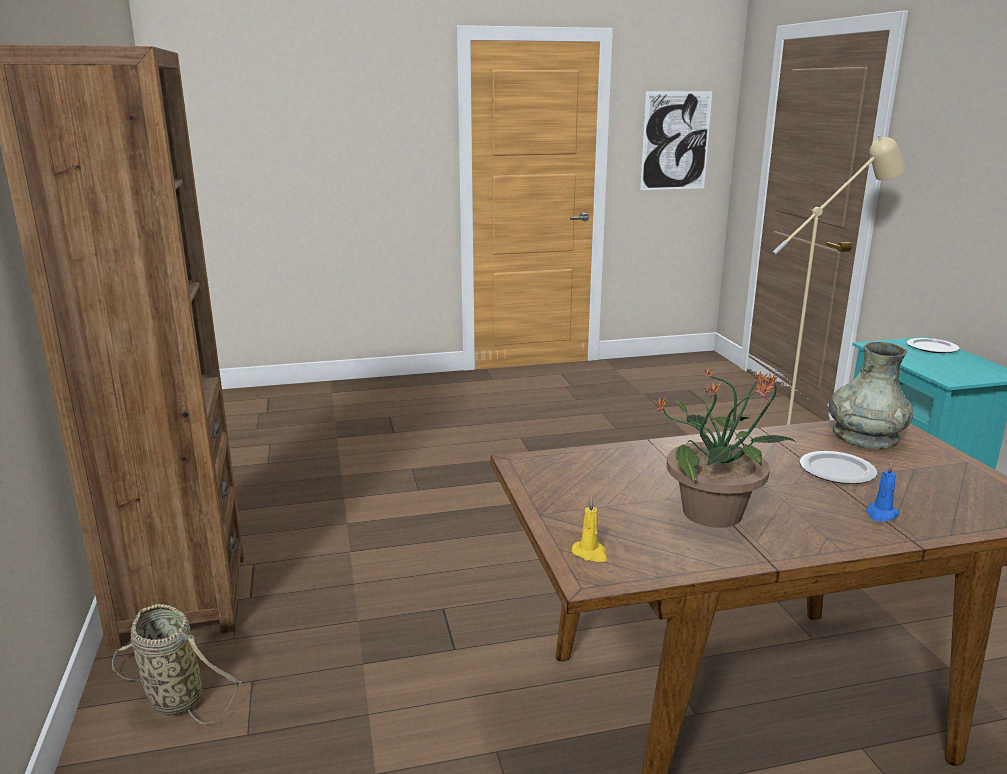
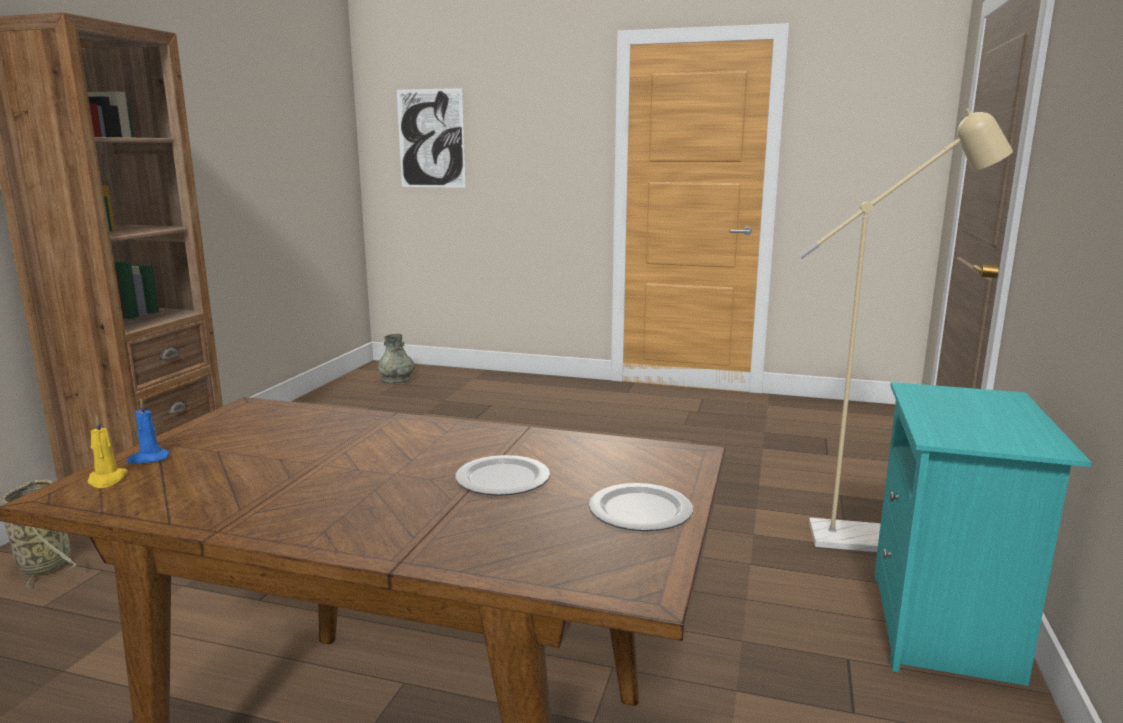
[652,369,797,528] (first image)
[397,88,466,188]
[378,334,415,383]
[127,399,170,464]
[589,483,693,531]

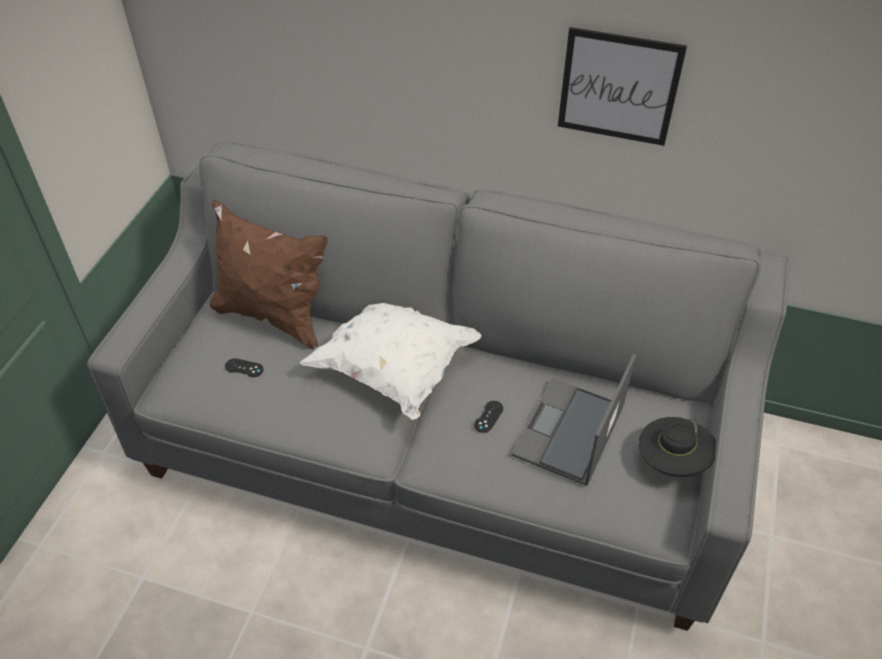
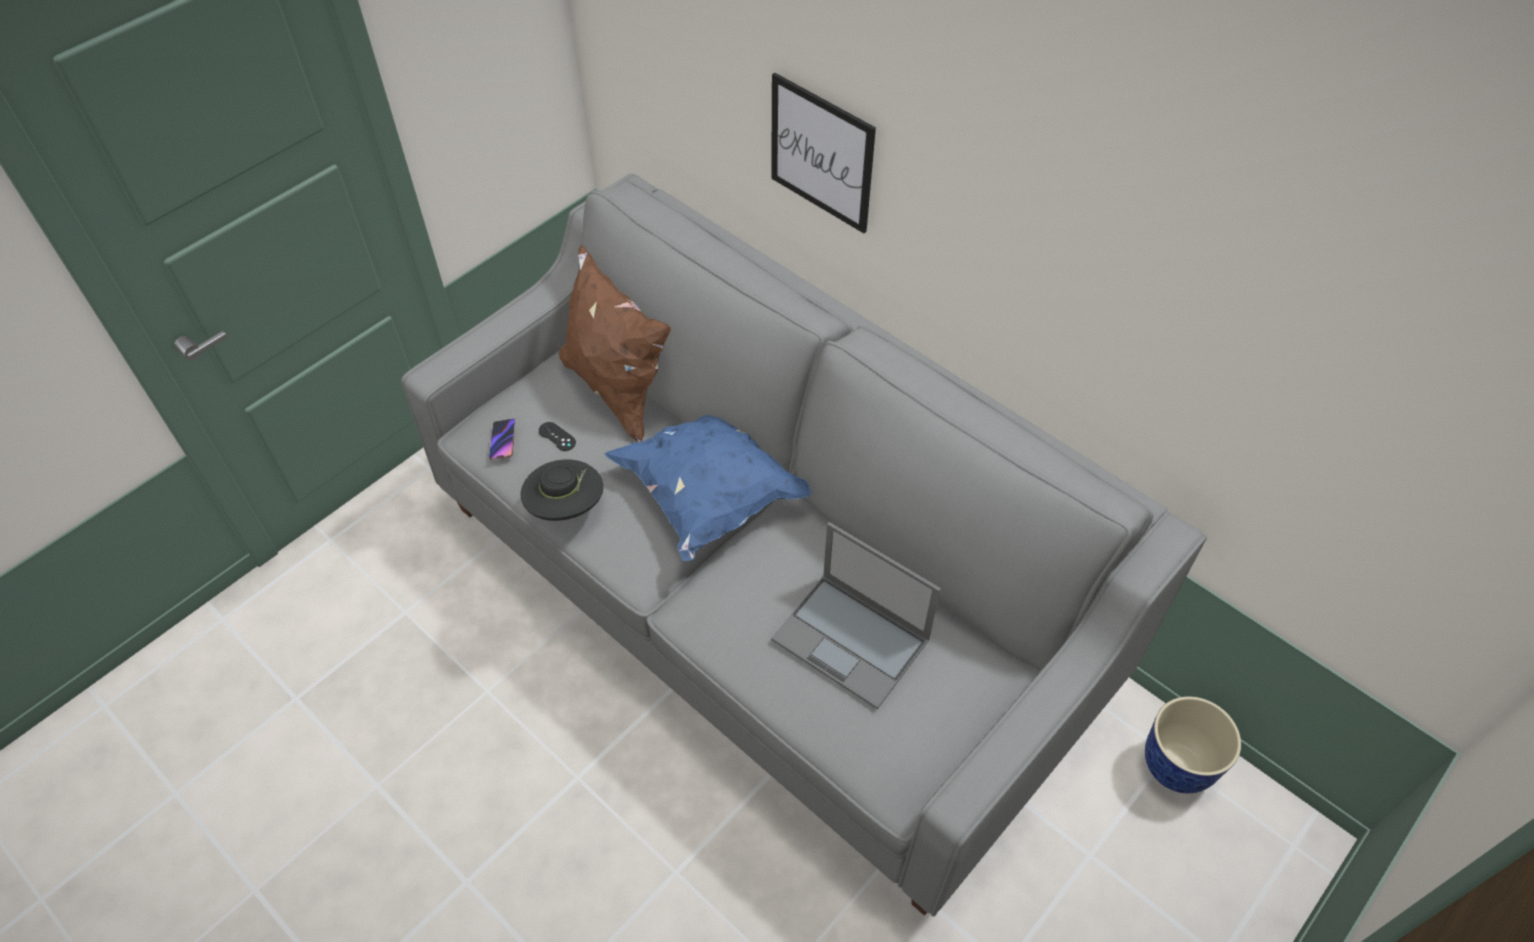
[474,401,503,433] (first image)
[489,418,516,460]
[1145,696,1241,793]
[771,73,876,233]
[521,460,603,521]
[604,415,812,561]
[771,522,941,709]

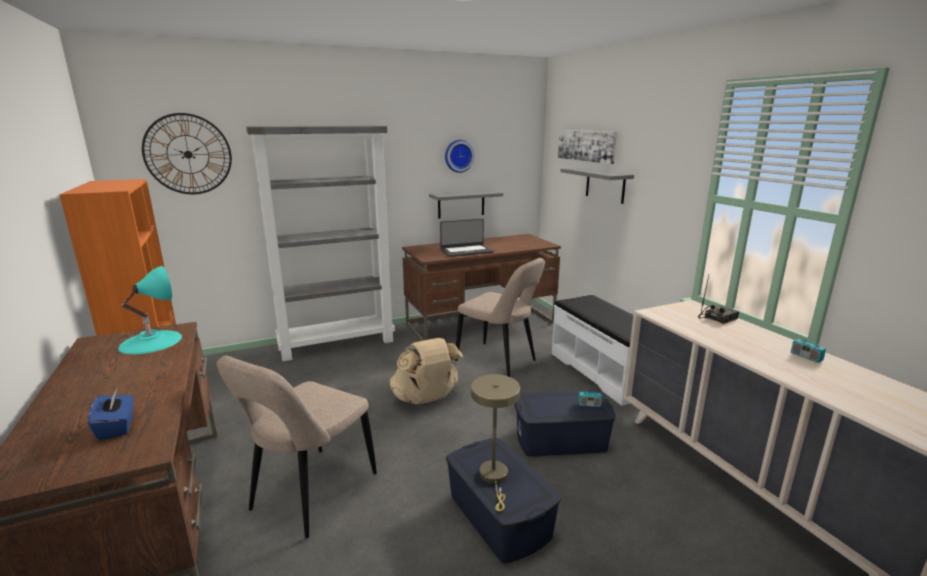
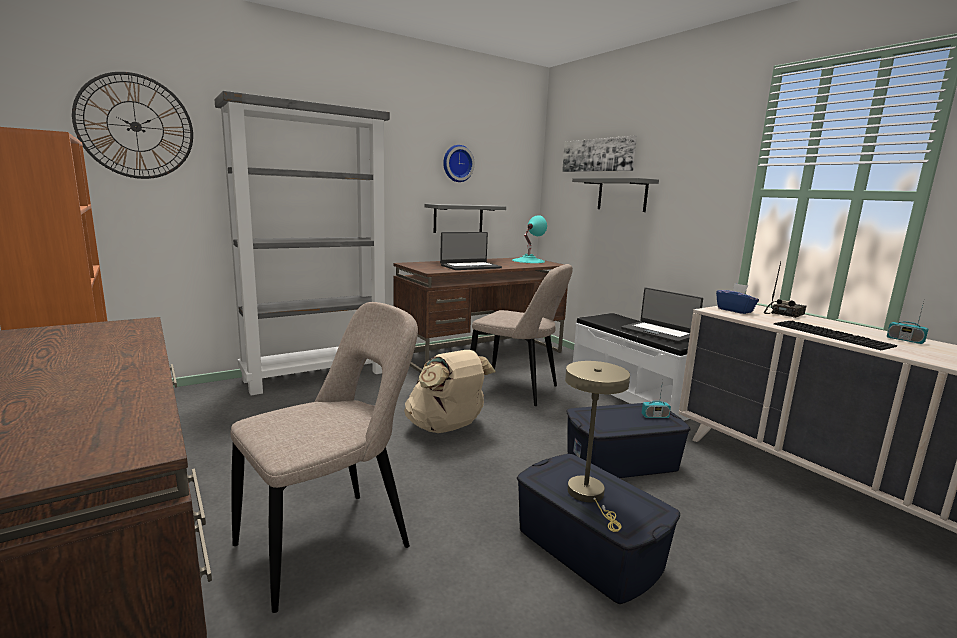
[621,288,703,343]
[774,321,897,350]
[716,283,759,314]
[512,215,547,263]
[230,302,418,613]

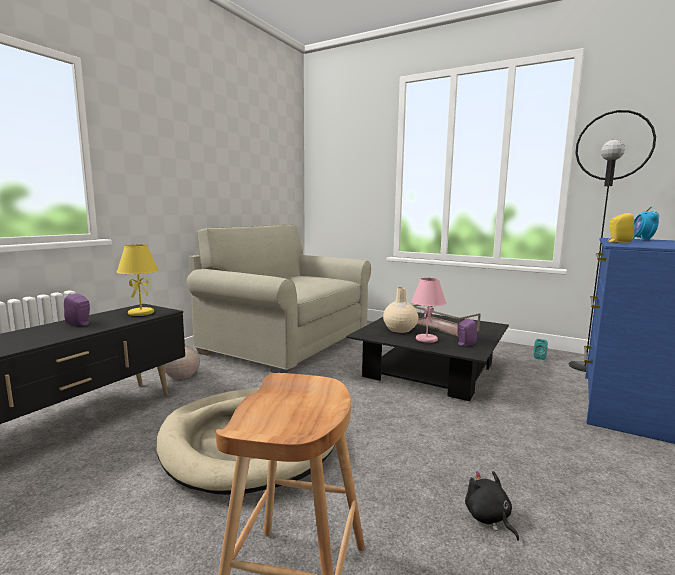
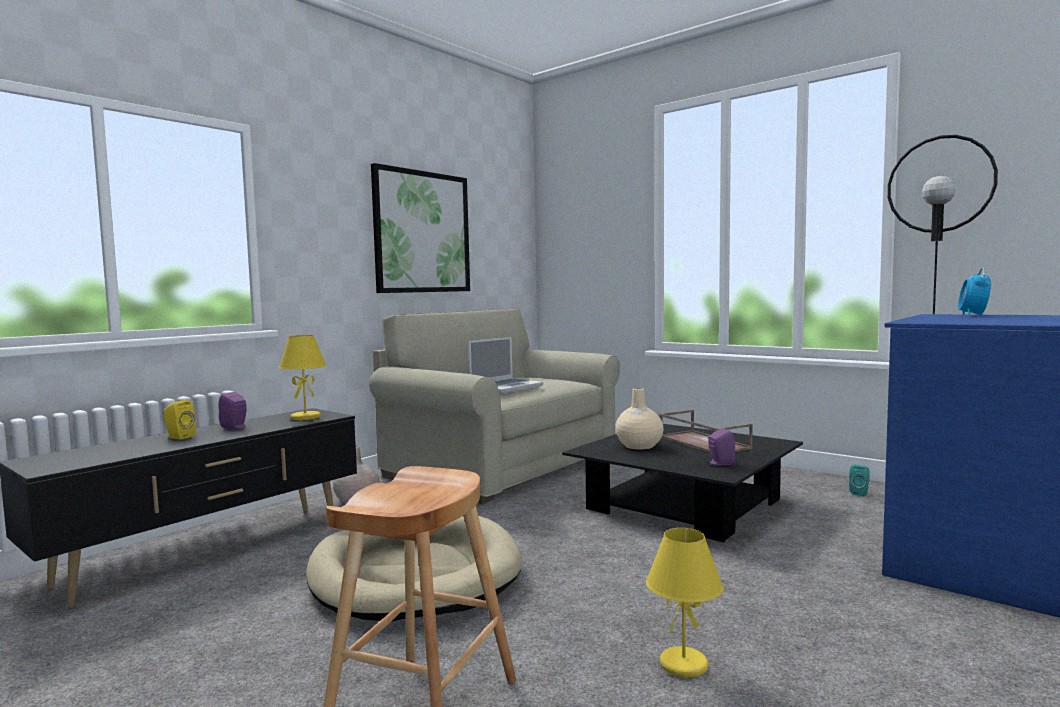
[411,278,446,343] (first image)
[371,163,470,293]
[468,337,543,394]
[164,400,196,440]
[646,528,724,678]

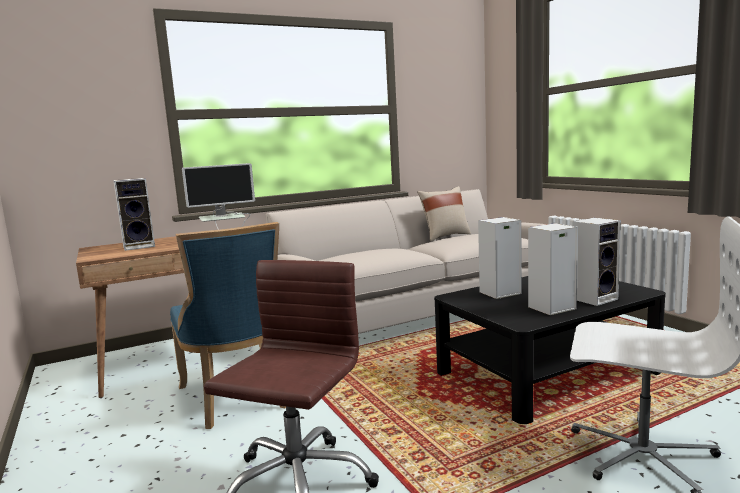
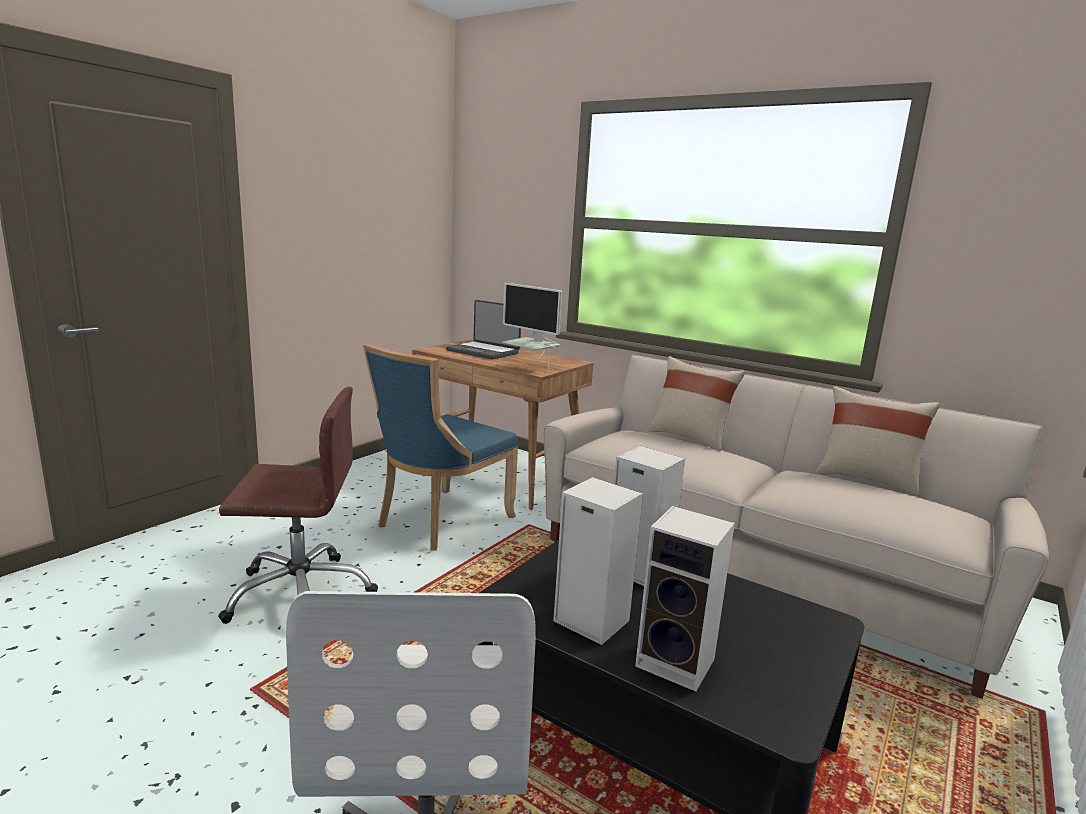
[648,356,745,451]
[446,300,521,359]

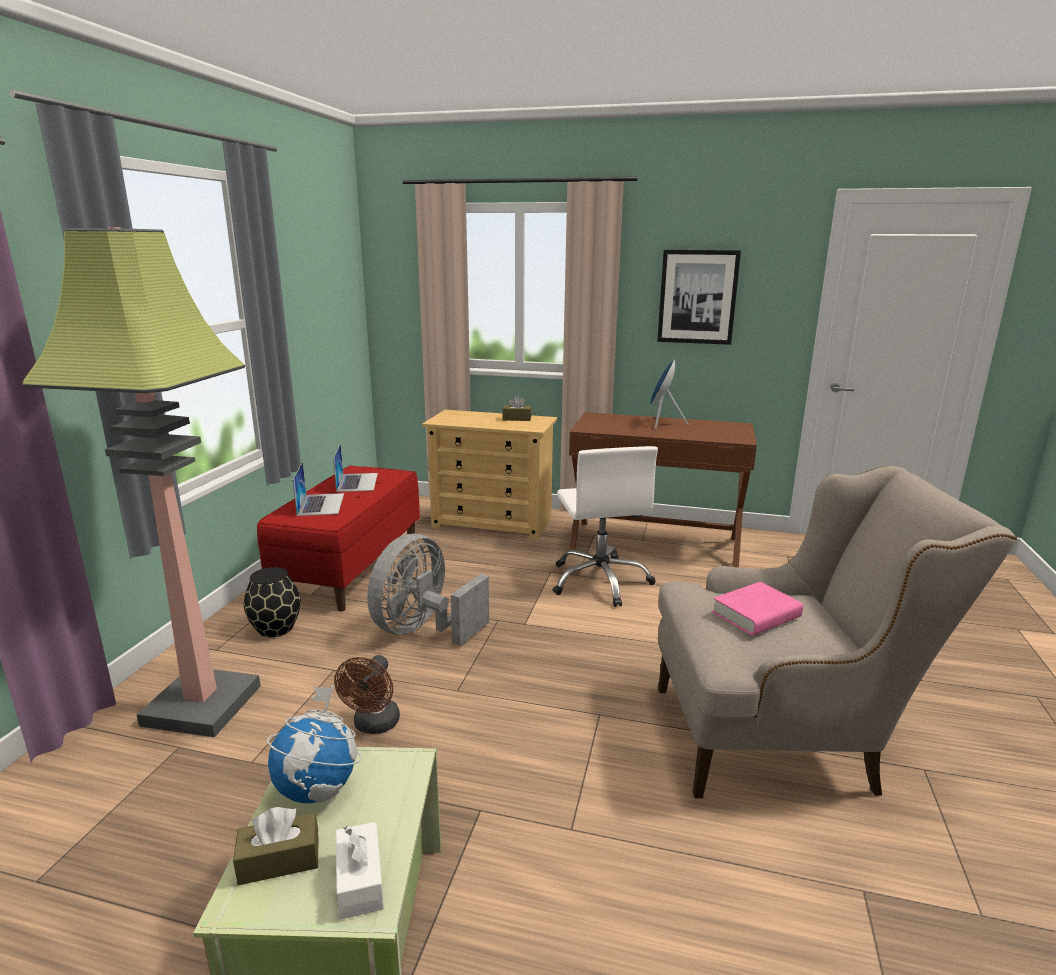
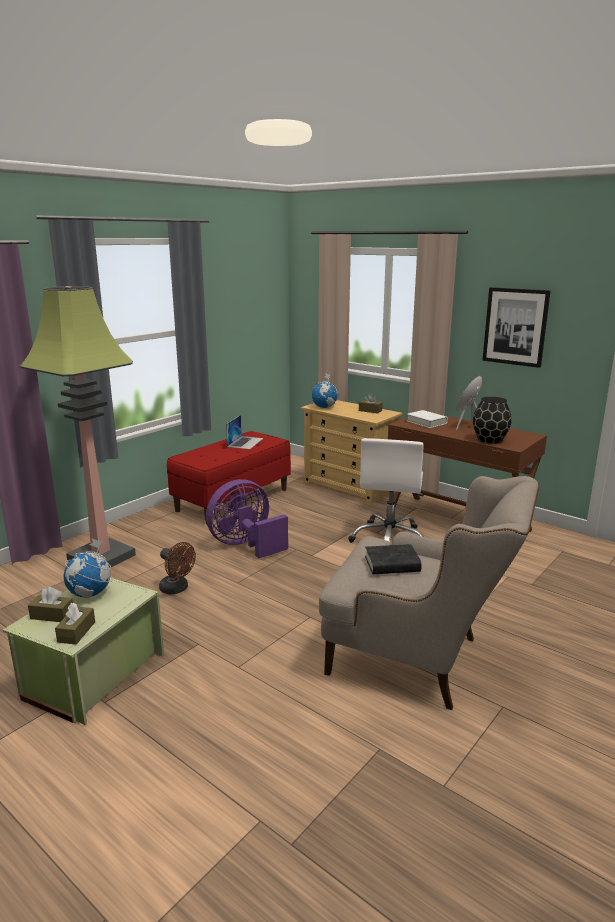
[293,462,344,516] (first image)
[311,373,339,408]
[406,410,448,428]
[473,397,512,444]
[55,603,95,645]
[206,479,288,558]
[365,544,422,574]
[159,542,196,594]

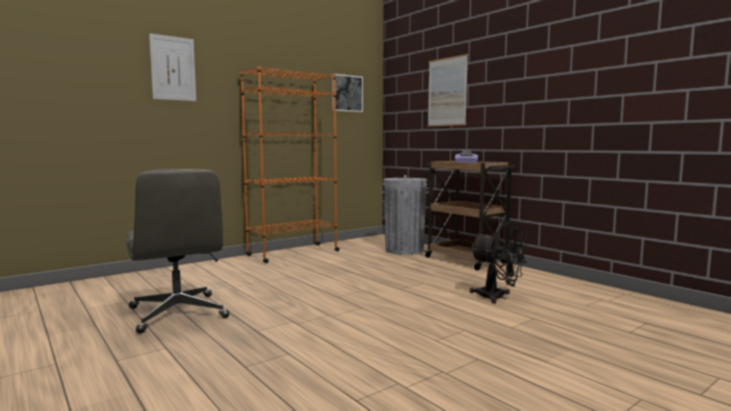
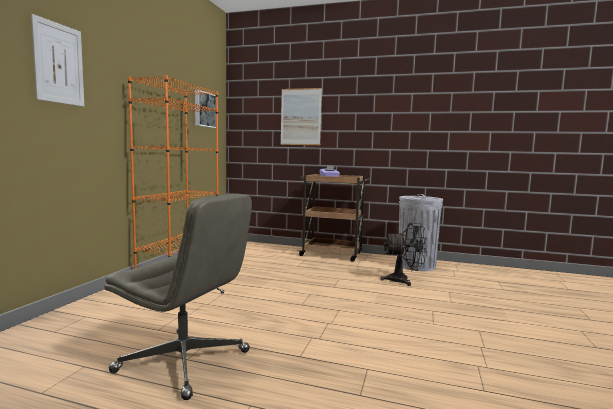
[399,194,443,271]

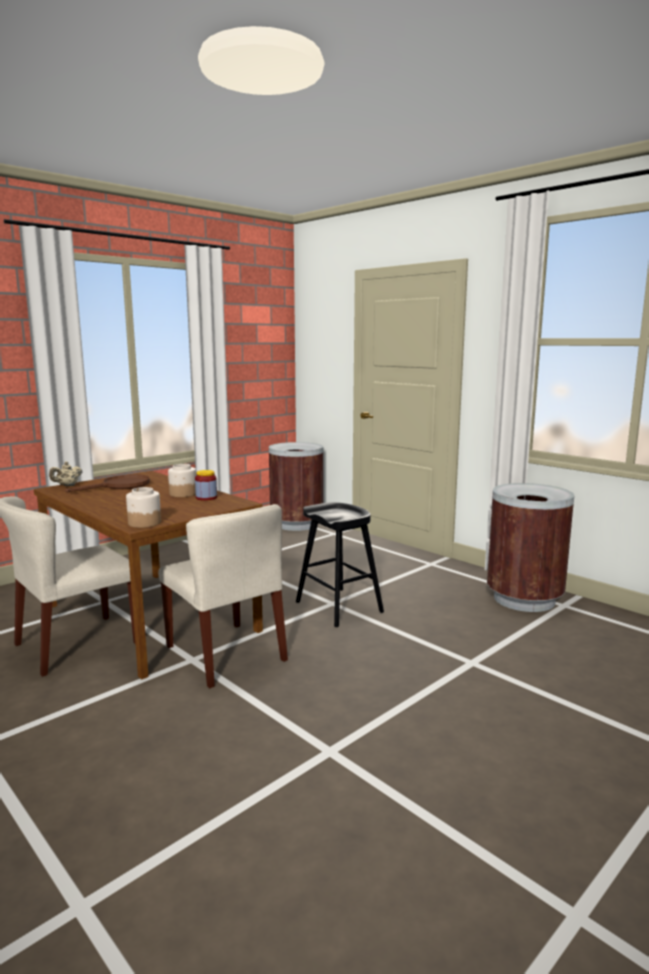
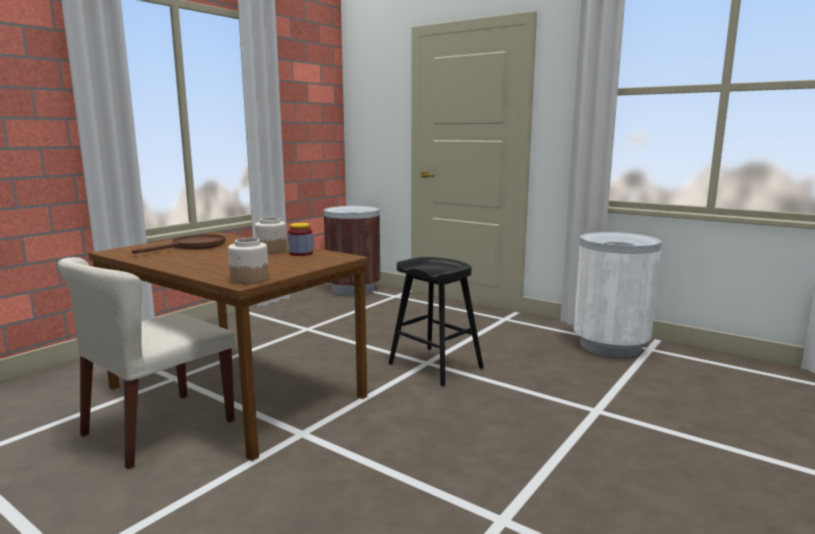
[49,461,82,486] (first image)
[158,504,288,688] (first image)
[573,232,662,357]

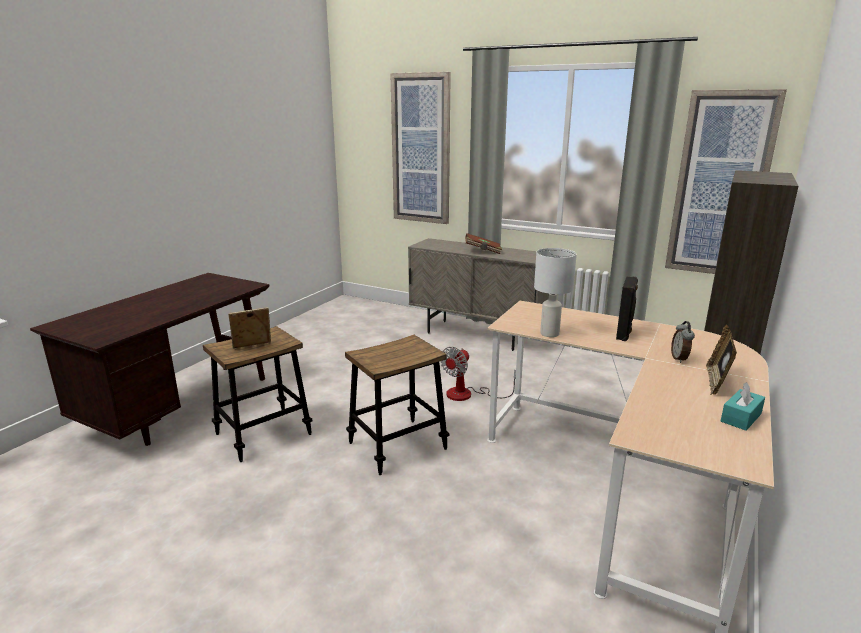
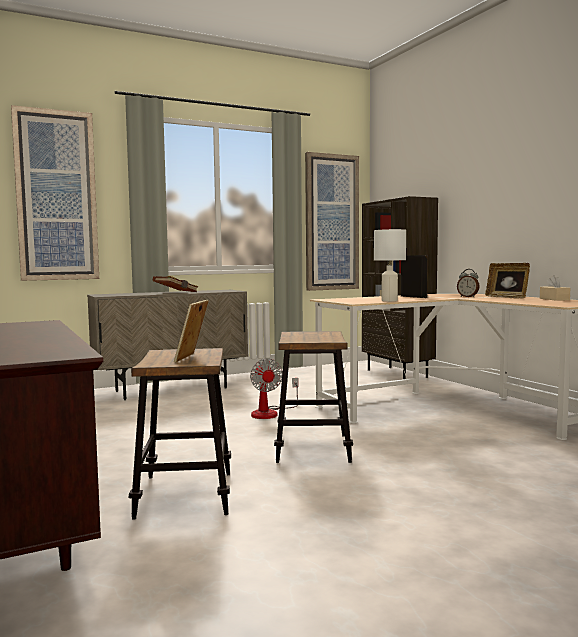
[540,275,570,301]

